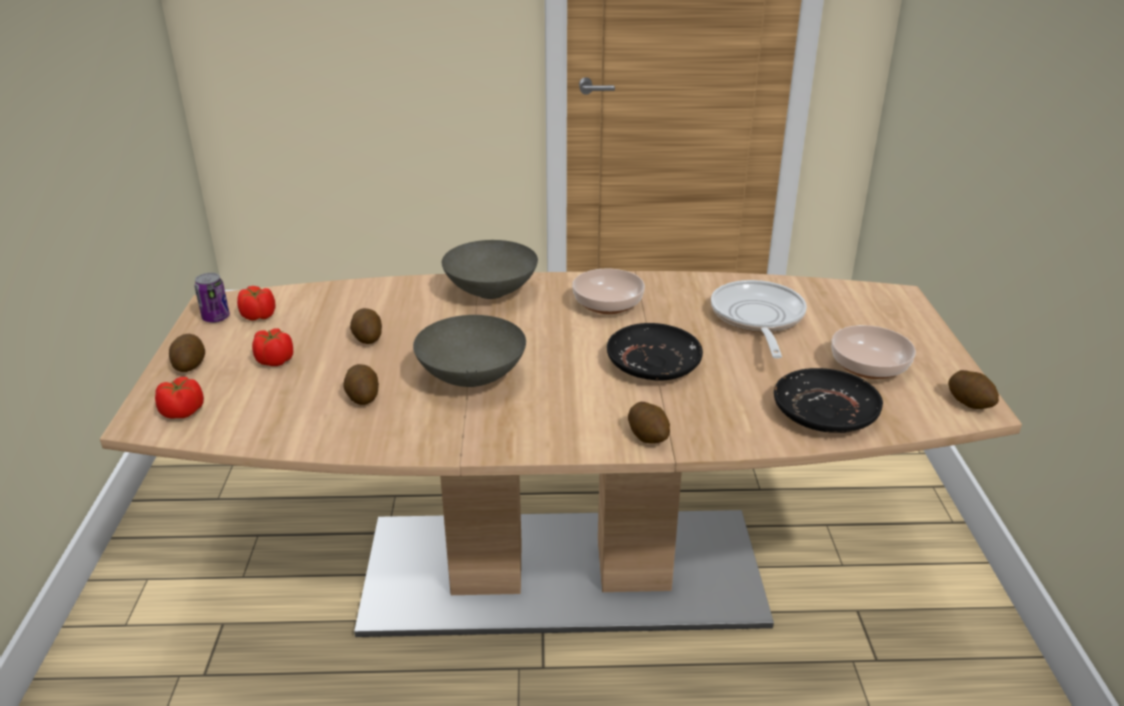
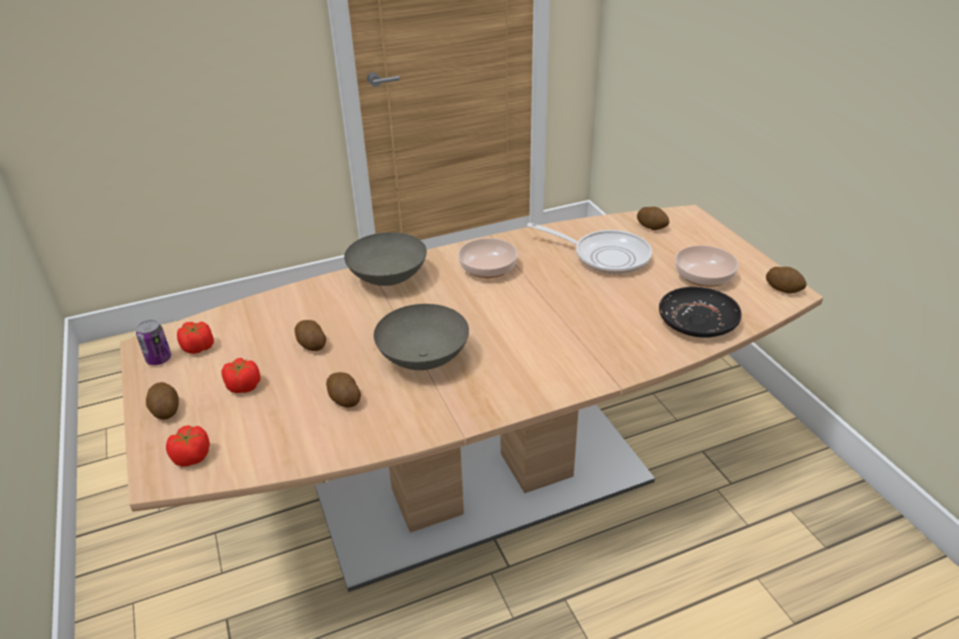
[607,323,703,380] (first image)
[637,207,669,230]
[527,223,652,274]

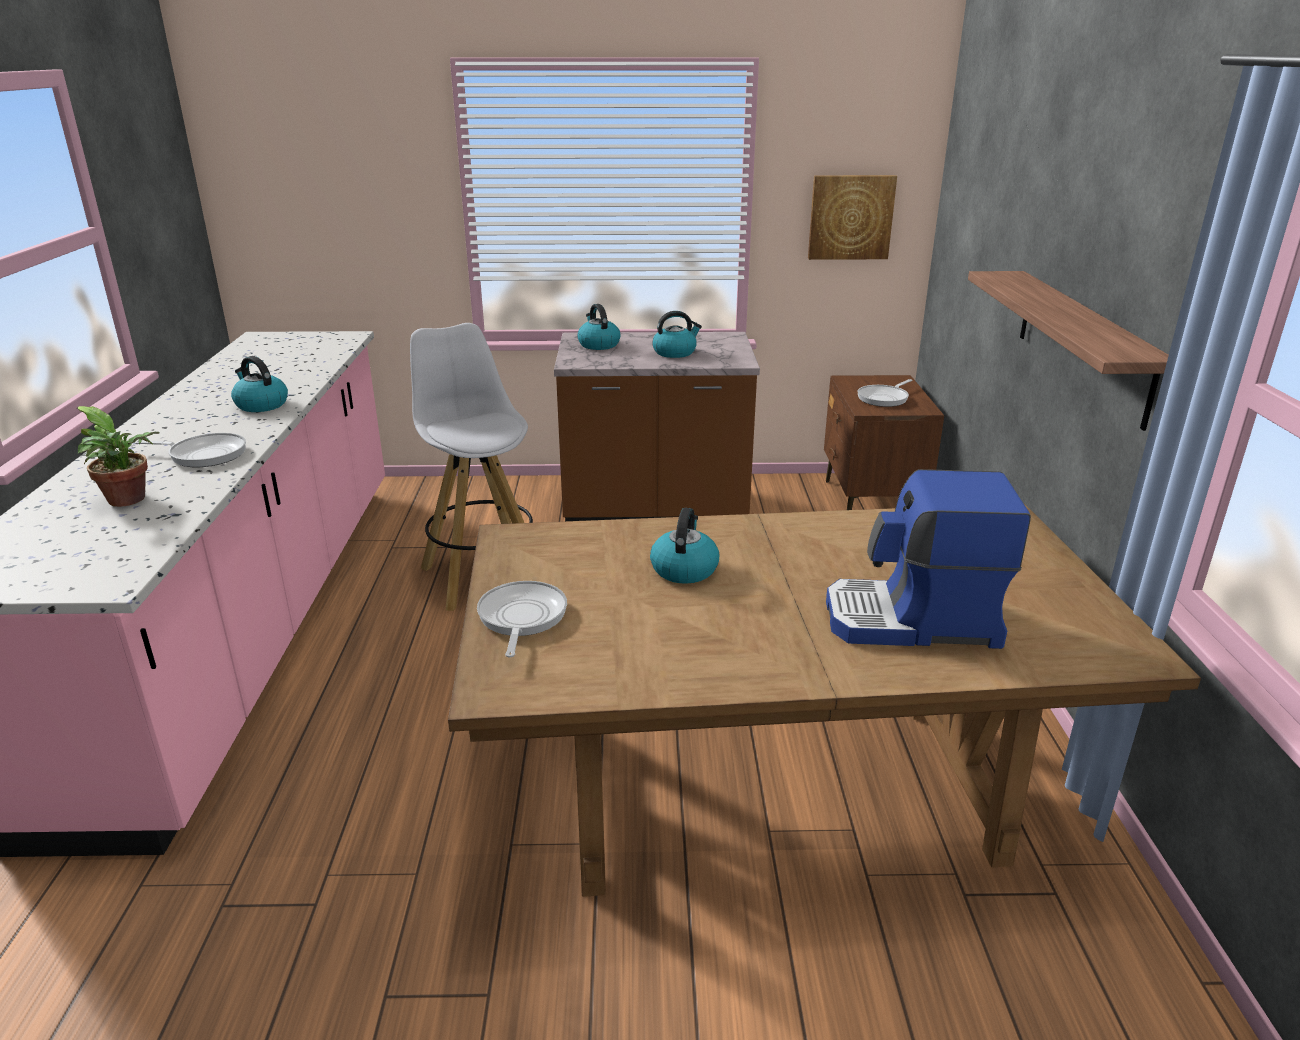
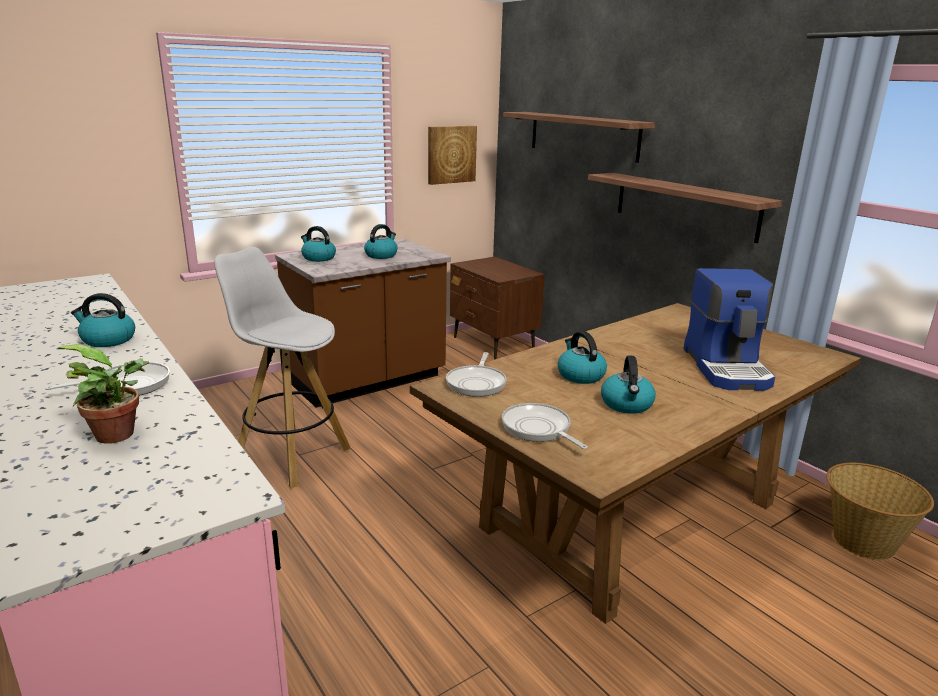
[503,112,655,163]
[601,355,656,414]
[826,463,934,560]
[446,352,507,397]
[684,268,775,391]

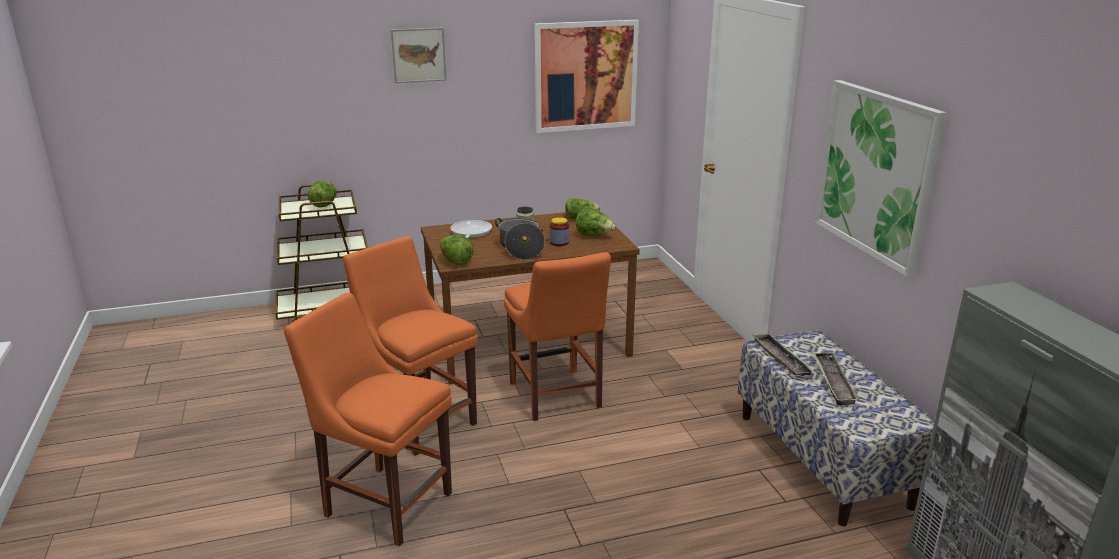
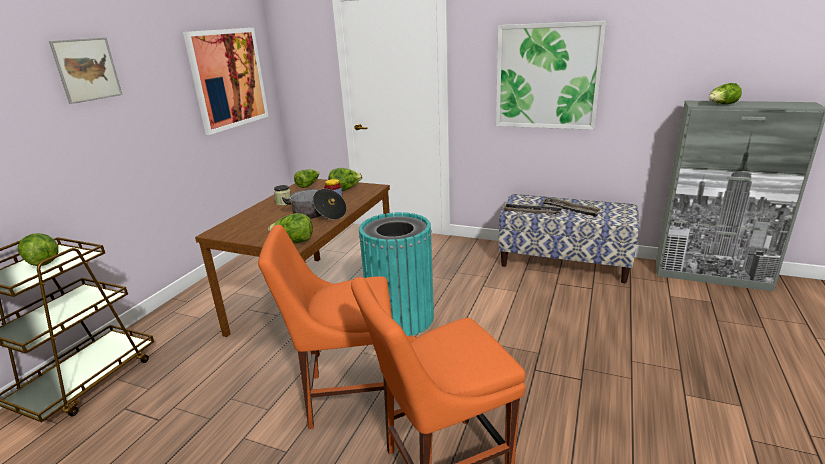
[450,220,492,238] (first image)
[708,83,742,104]
[359,212,434,336]

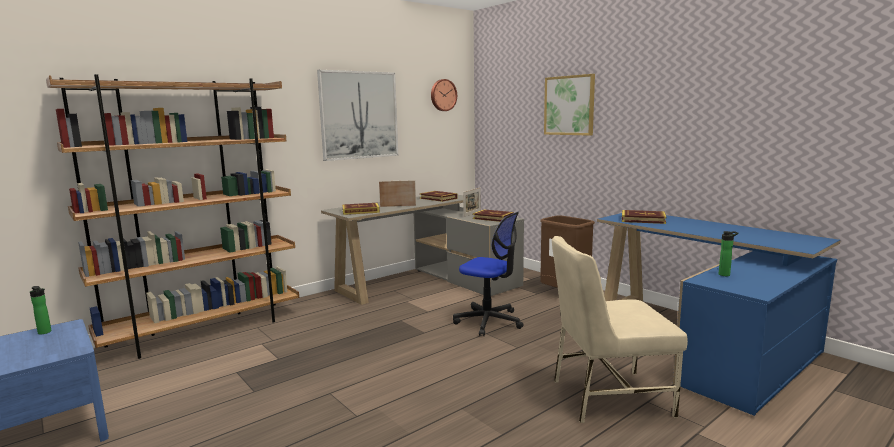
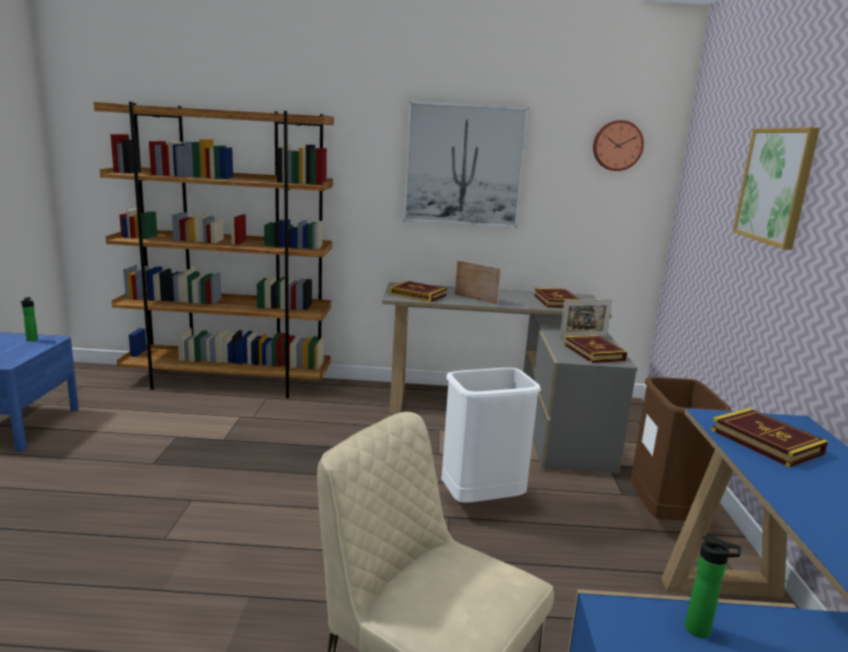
[441,368,541,503]

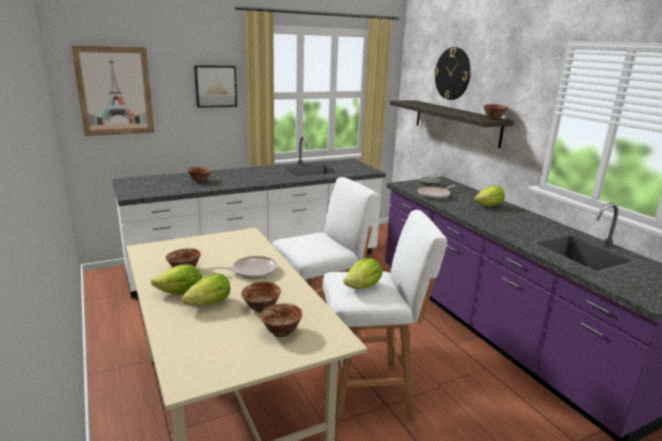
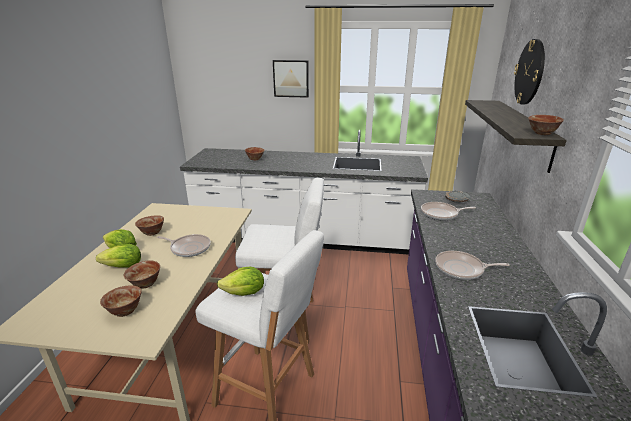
[71,45,154,136] (first image)
[474,185,505,207] (first image)
[435,251,510,280]

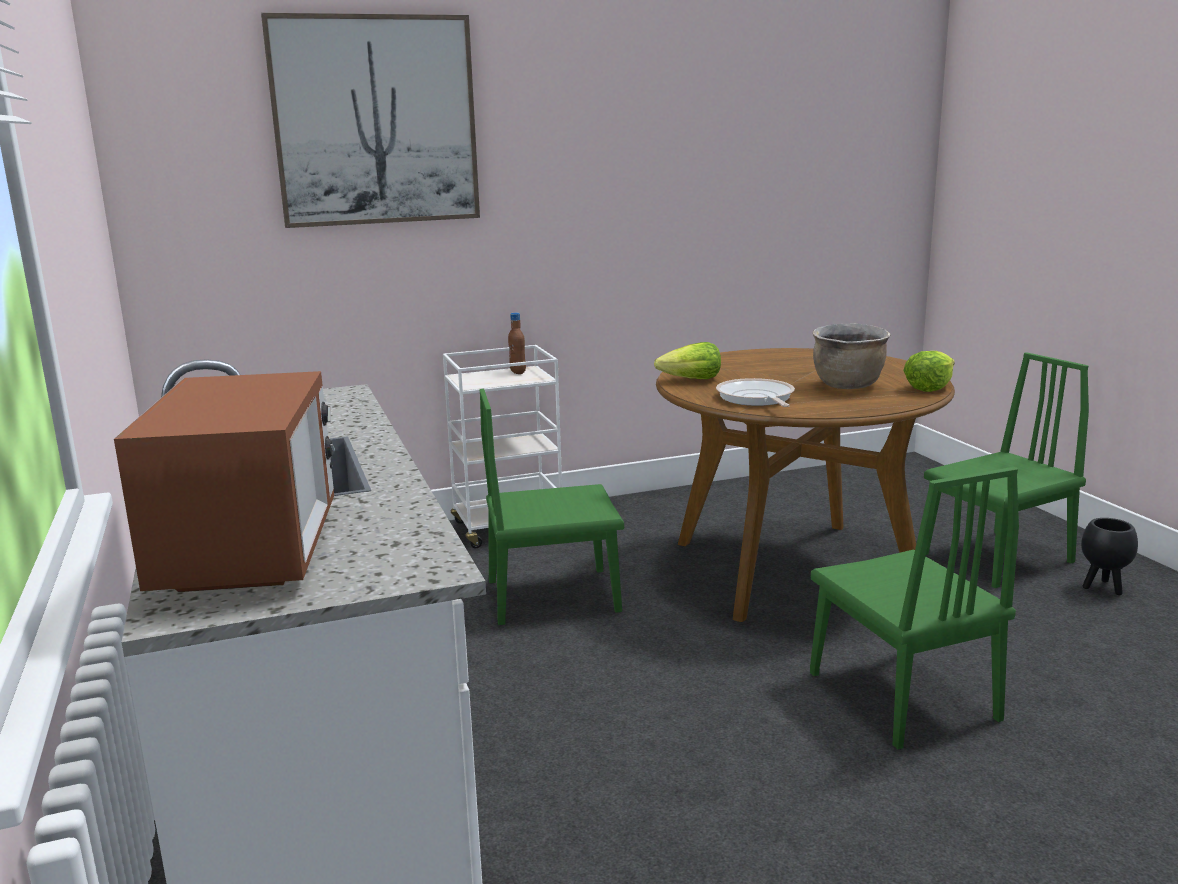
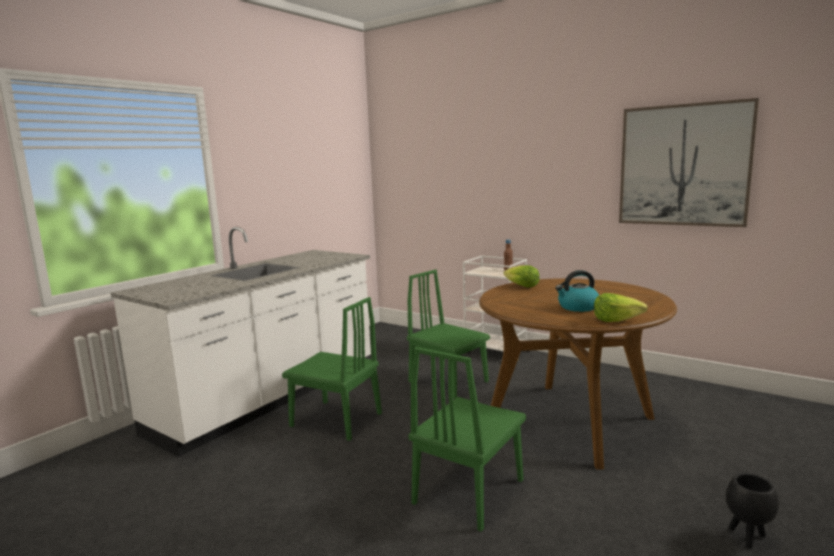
[114,371,335,592] (first image)
[716,378,795,407] (first image)
[619,98,759,227]
[282,297,382,441]
[555,270,599,312]

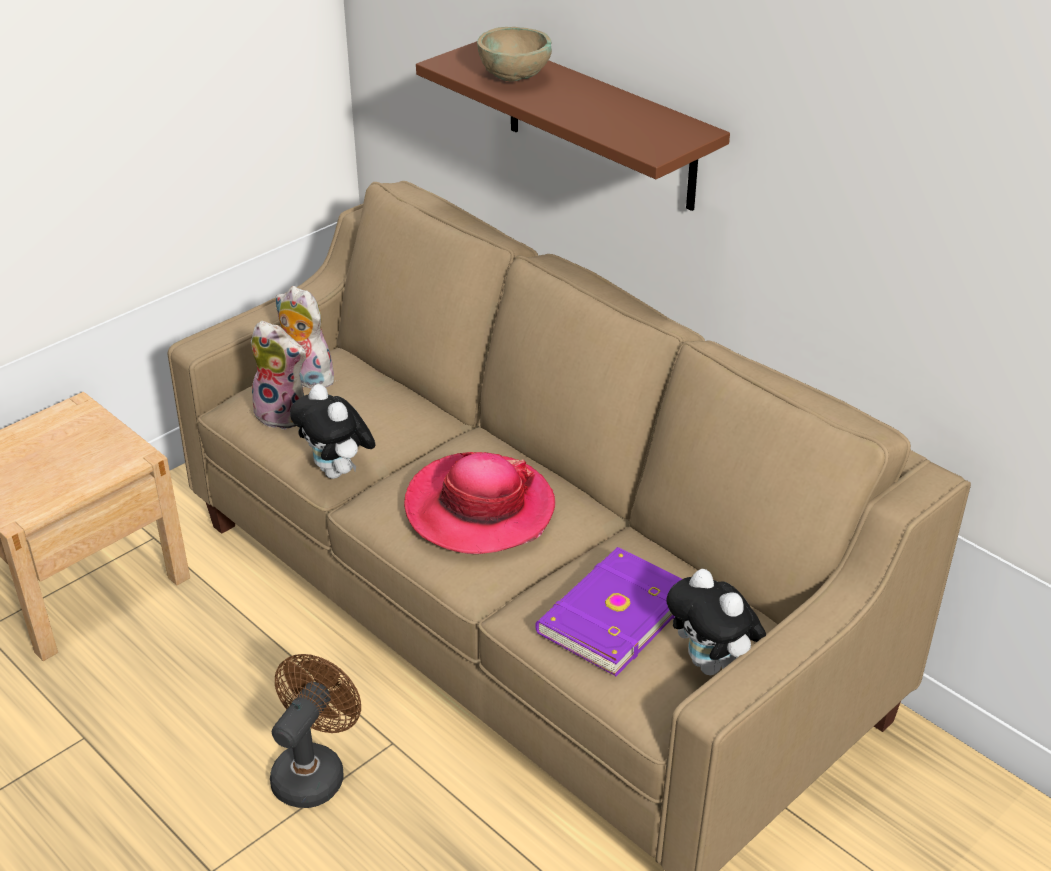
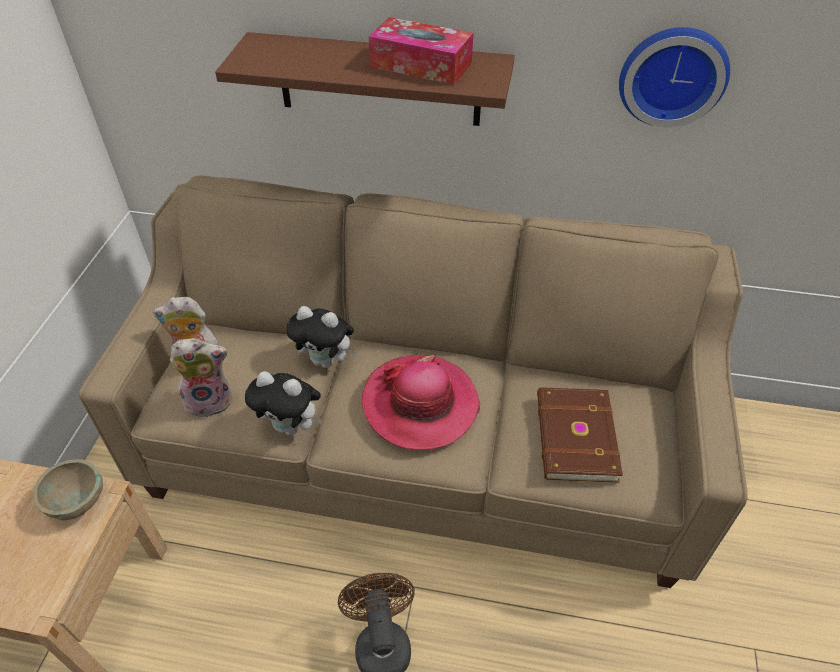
[368,17,473,85]
[619,27,730,127]
[33,459,103,521]
[286,306,357,368]
[537,387,623,483]

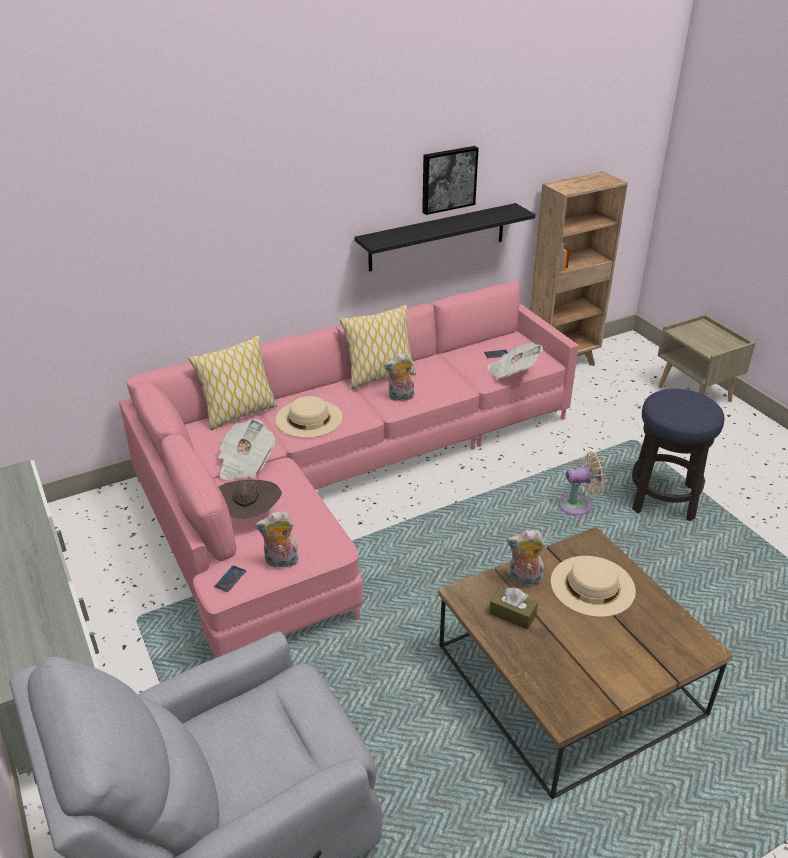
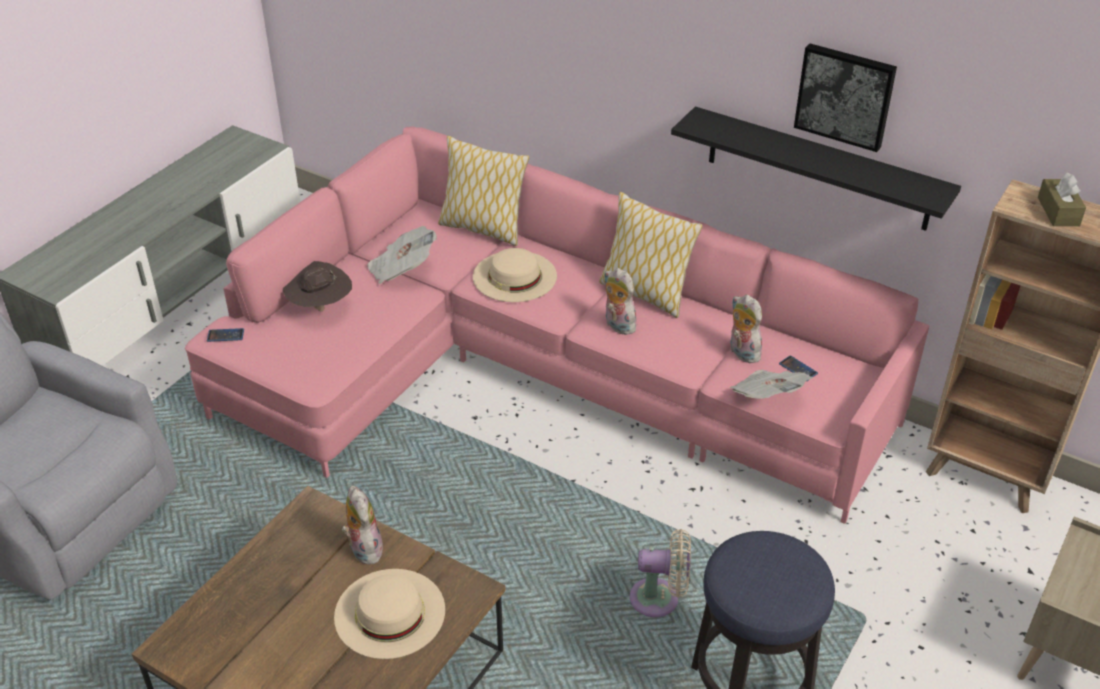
[730,295,762,363]
[1038,172,1086,226]
[630,529,691,617]

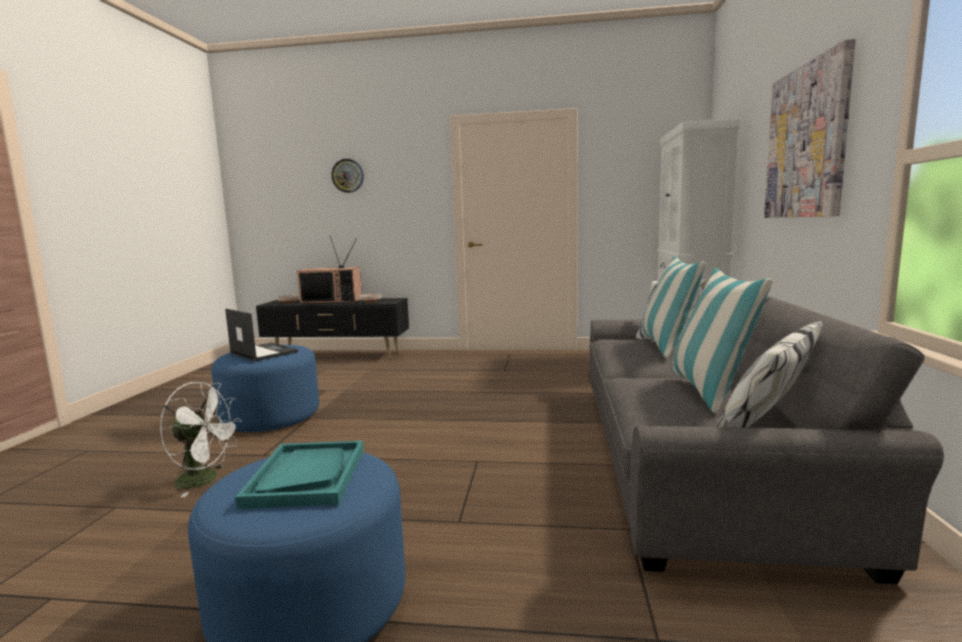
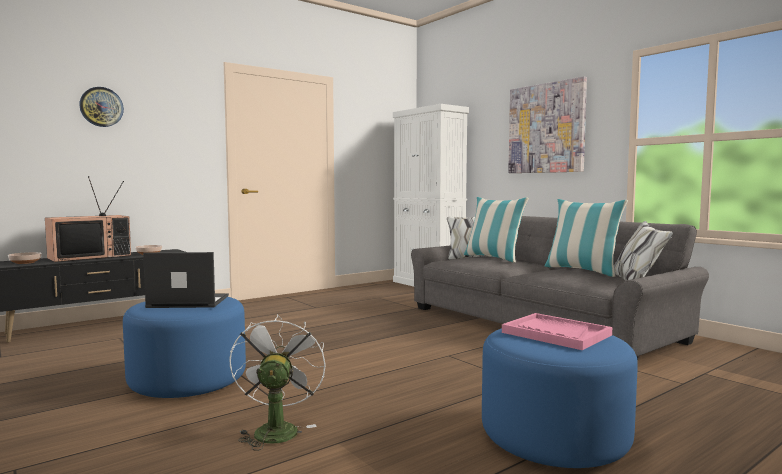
[502,313,612,350]
[229,314,326,451]

